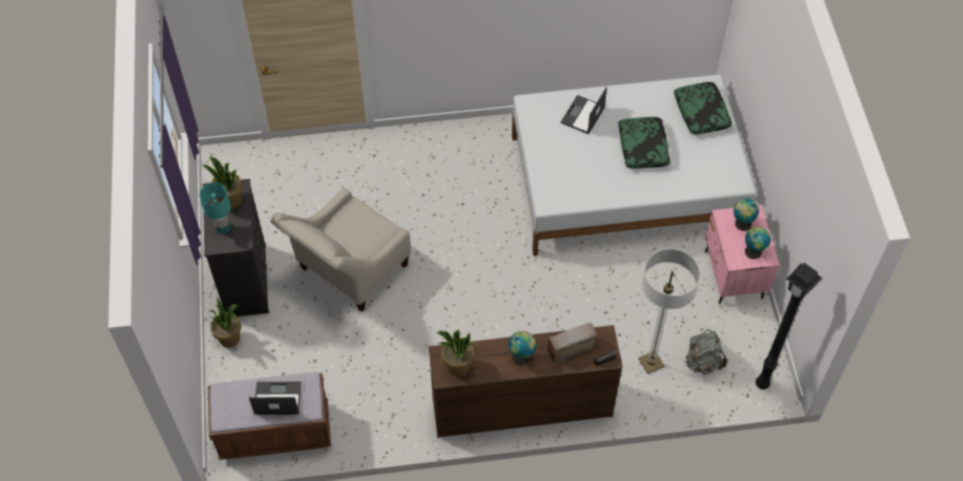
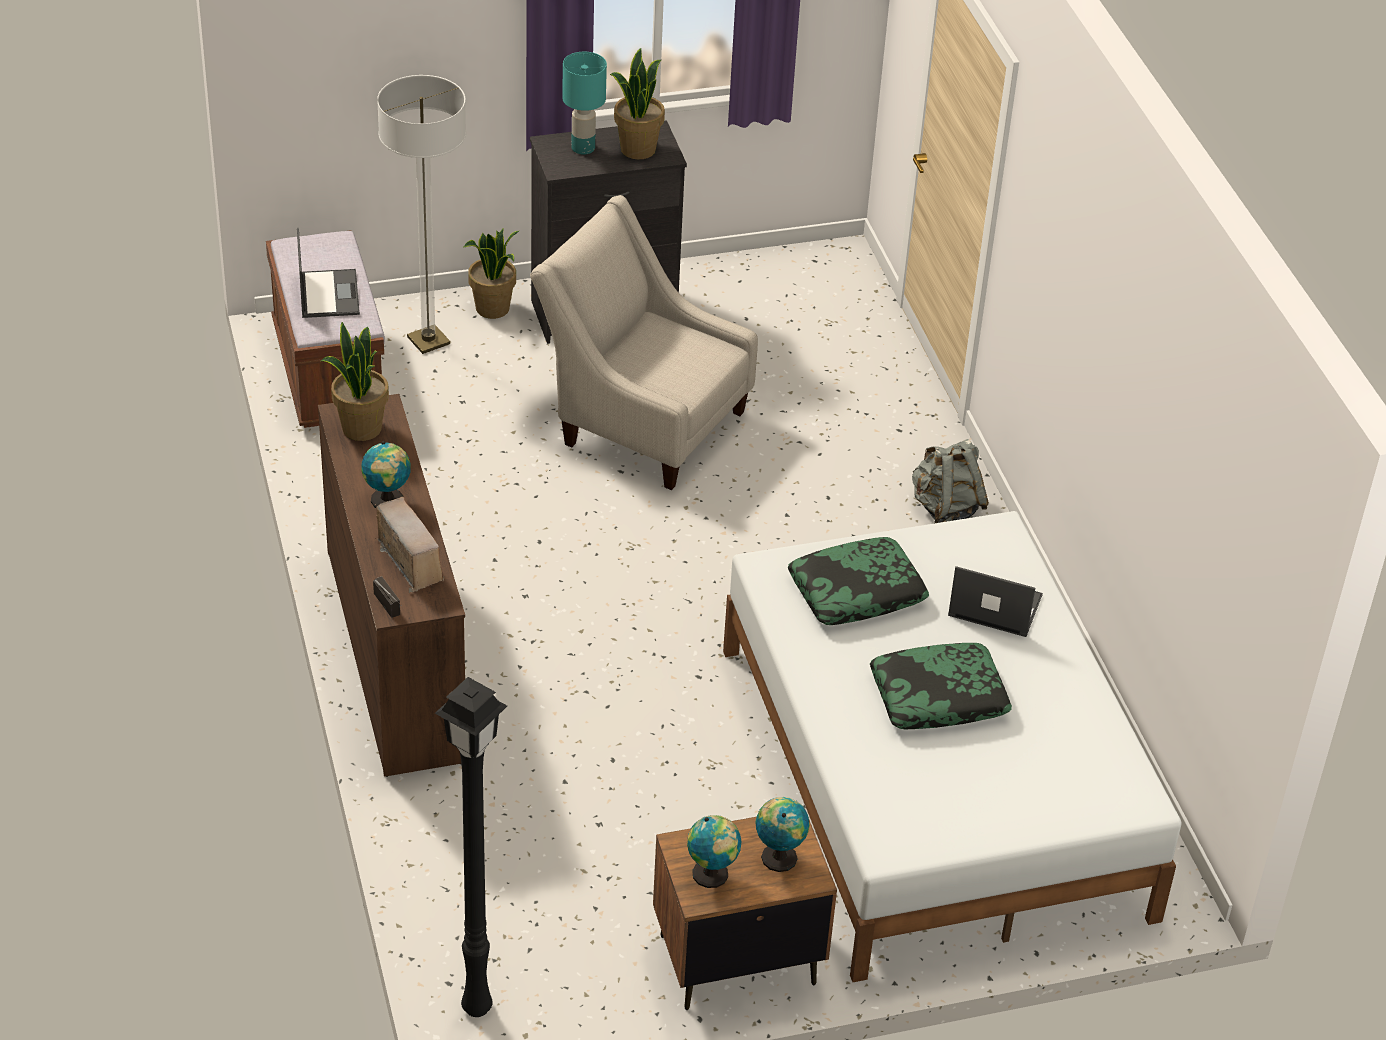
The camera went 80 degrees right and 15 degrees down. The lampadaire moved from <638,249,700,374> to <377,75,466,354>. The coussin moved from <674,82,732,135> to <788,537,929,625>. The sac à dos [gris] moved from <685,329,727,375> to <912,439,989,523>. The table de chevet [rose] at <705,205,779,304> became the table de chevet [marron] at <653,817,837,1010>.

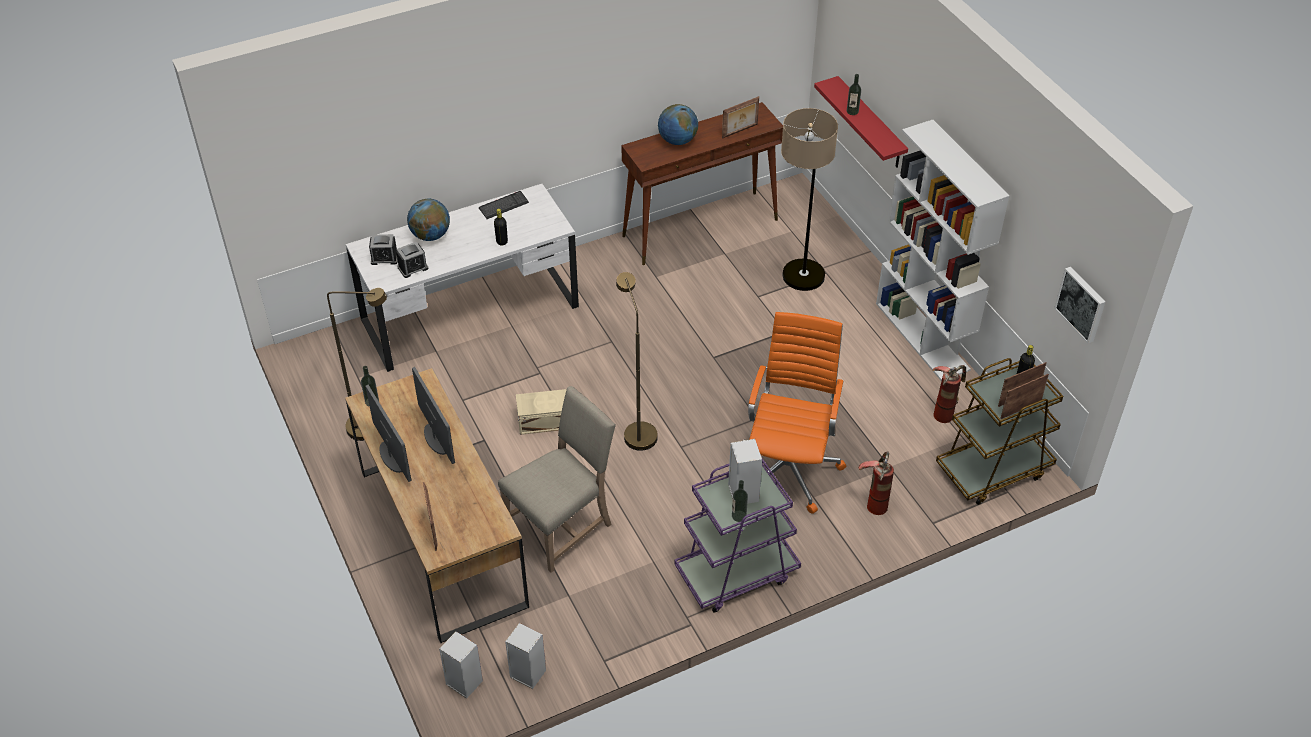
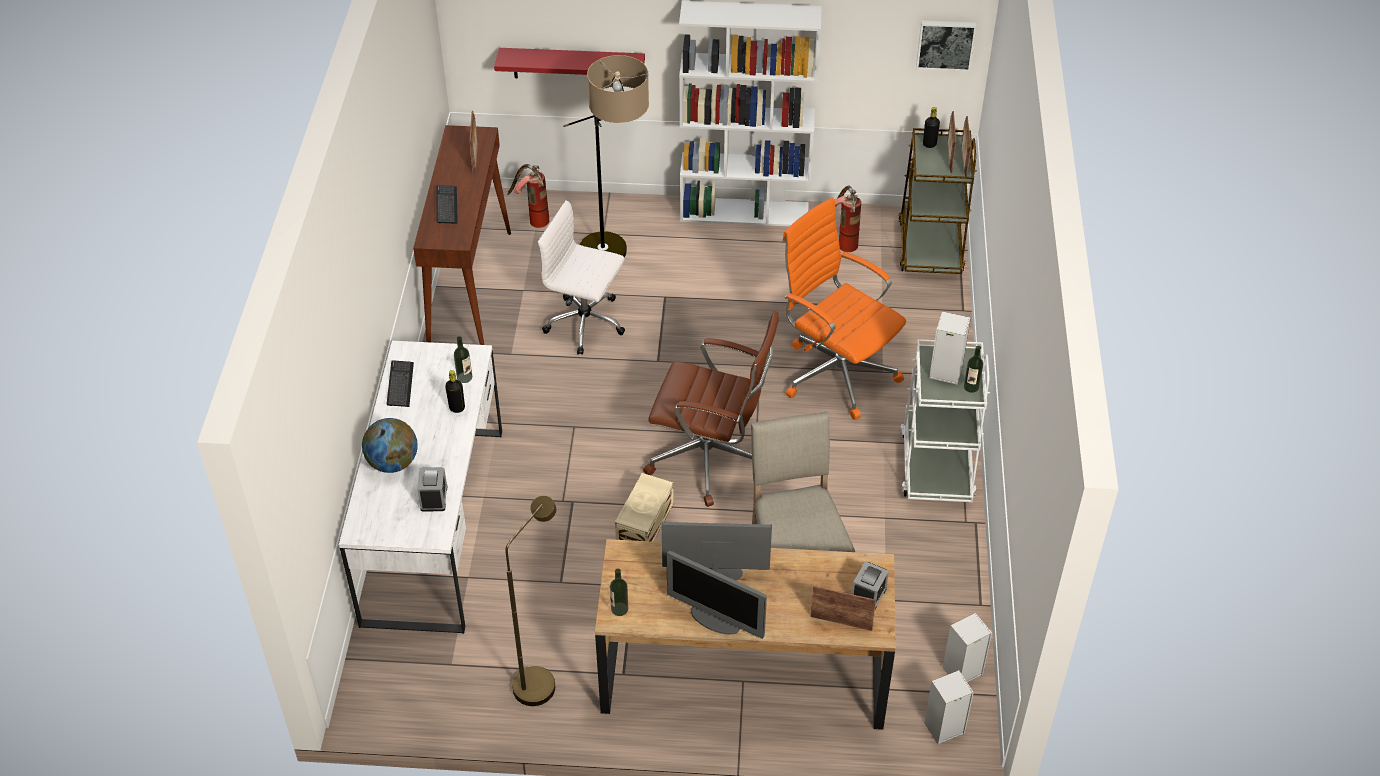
The camera went 60 degrees left and 0 degrees up. The chaise de bureau [blanc] at <538,200,625,355> appeared. The réveil moved from <369,234,398,265> to <852,561,889,609>. The bouteille moved from <847,74,861,115> to <454,336,472,383>. The extincteur moved from <858,451,894,515> to <507,164,549,228>. The lampadaire [marron] at <616,272,658,451> was replaced by the chaise de bureau [marron] at <643,311,779,507>. The globe at <658,104,698,145> was replaced by the clavier at <436,185,458,224>. The chariot [violet] at <674,458,801,613> became the chariot [blanc] at <901,339,990,502>. The écran d'ordinateur at <365,385,412,482> turned 150 degrees counterclockwise.

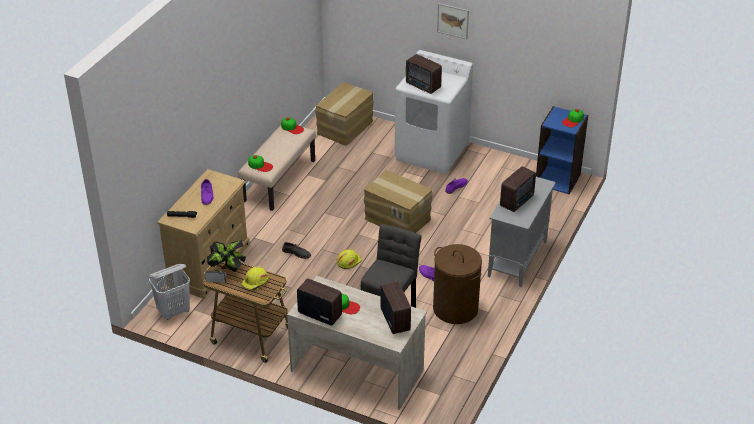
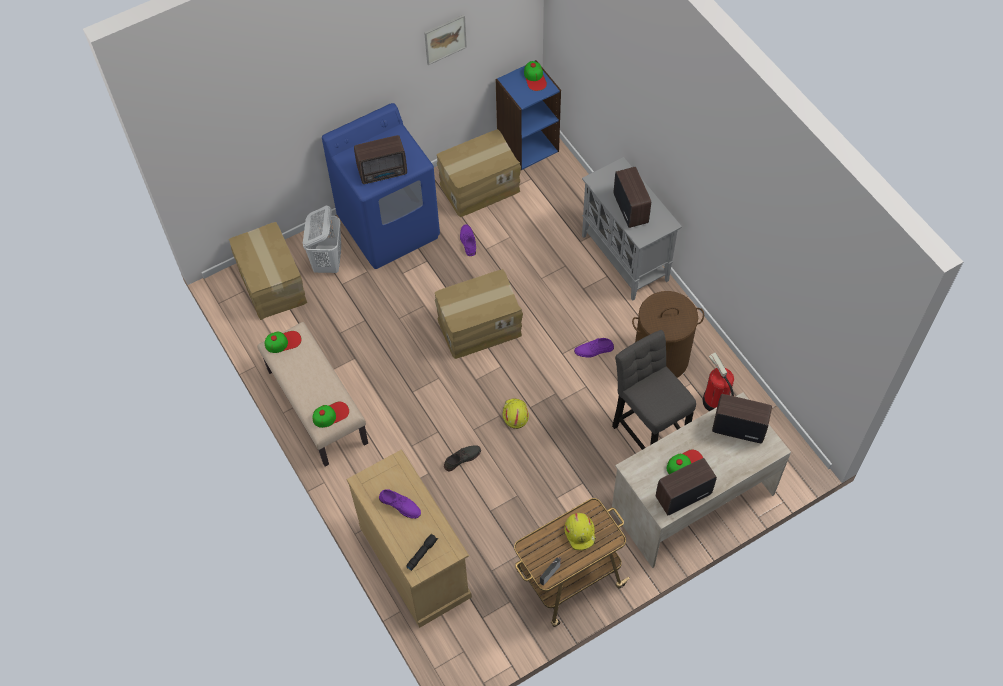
The camera went 55 degrees left and 20 degrees up. The plante en pot at <207,240,246,272> disappeared. The carton at <437,129,521,217> appeared. The extincteur at <702,352,734,411> appeared. The panier à linge [blanc] moved from <149,264,190,320> to <303,205,341,273>. The tableau moved from <437,3,469,39> to <424,15,467,65>. The lave-linge [blanc] at <395,50,473,174> became the lave-linge [bleu] at <322,103,440,269>.

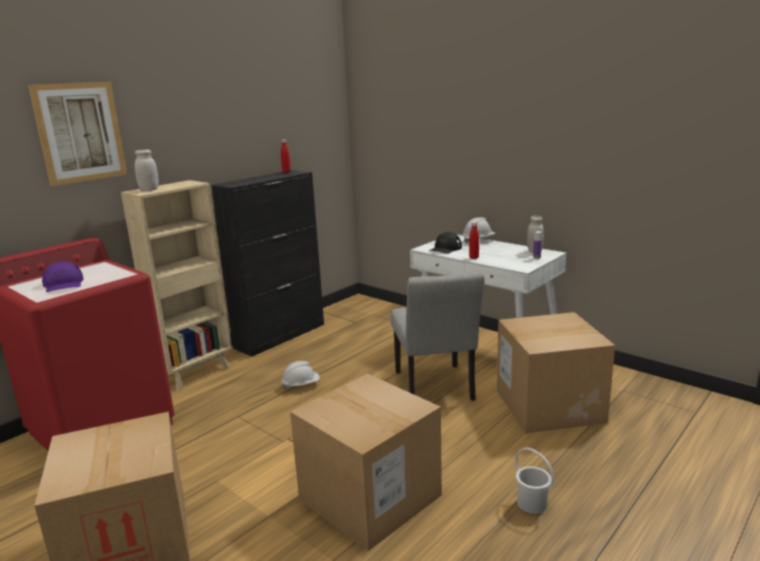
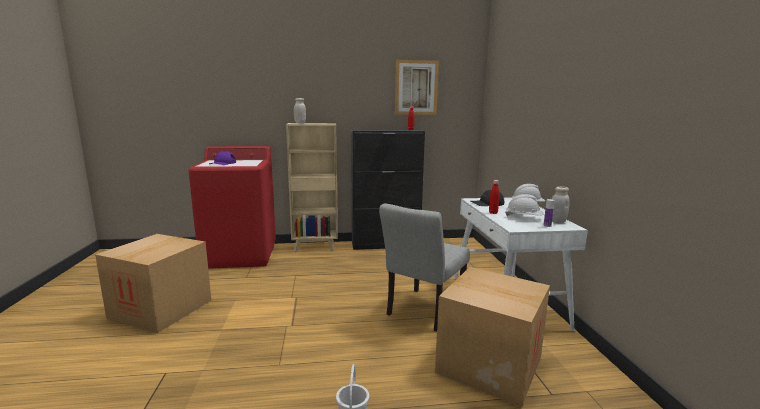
The camera went 40 degrees right and 5 degrees down. The carton at <290,373,442,551> disappeared. The tableau moved from <28,82,127,186> to <395,60,439,115>. The casque de chantier [blanc] moved from <282,361,320,389> to <505,194,544,217>.

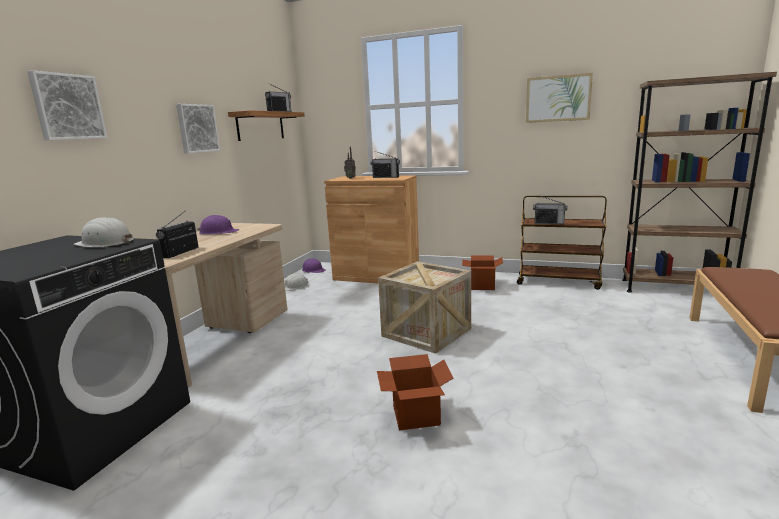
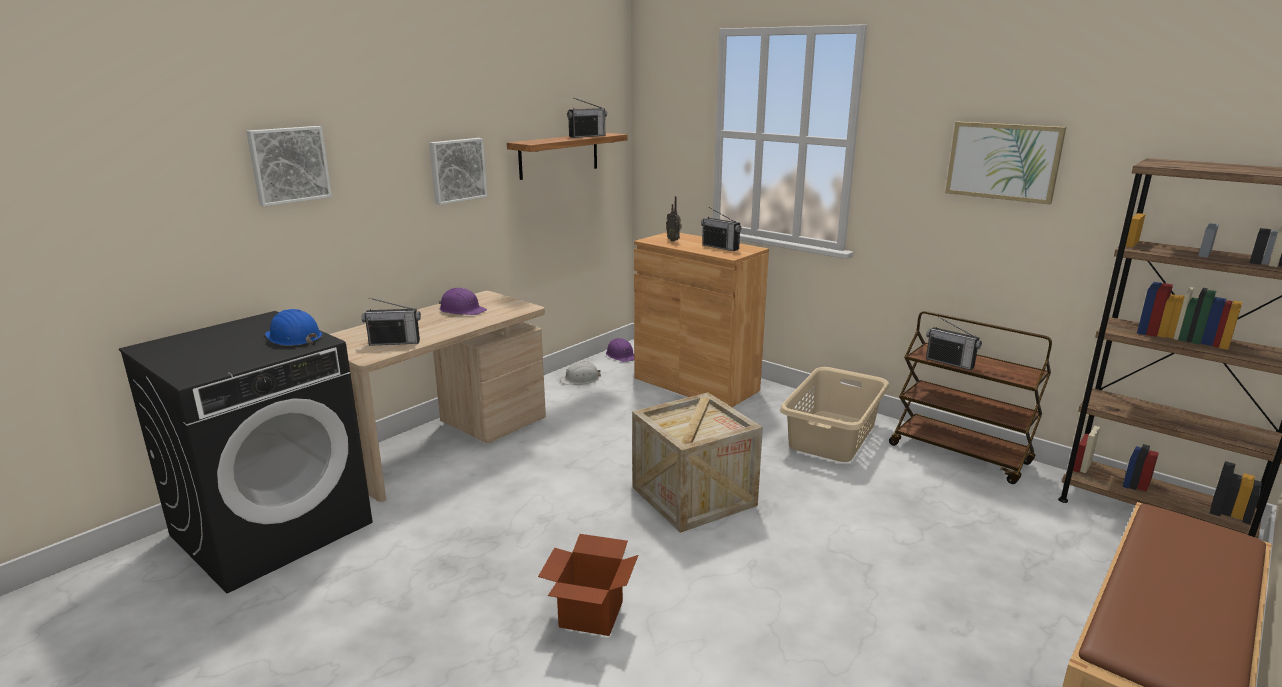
The camera went 20 degrees right and 5 degrees up. The carton at <462,255,503,290> was replaced by the panier à linge [beige] at <780,367,889,462>. The casque de chantier [blanc] at <74,217,134,247> became the casque de chantier [bleu] at <265,309,322,346>. The radio at <156,211,199,258> turned 135 degrees counterclockwise.

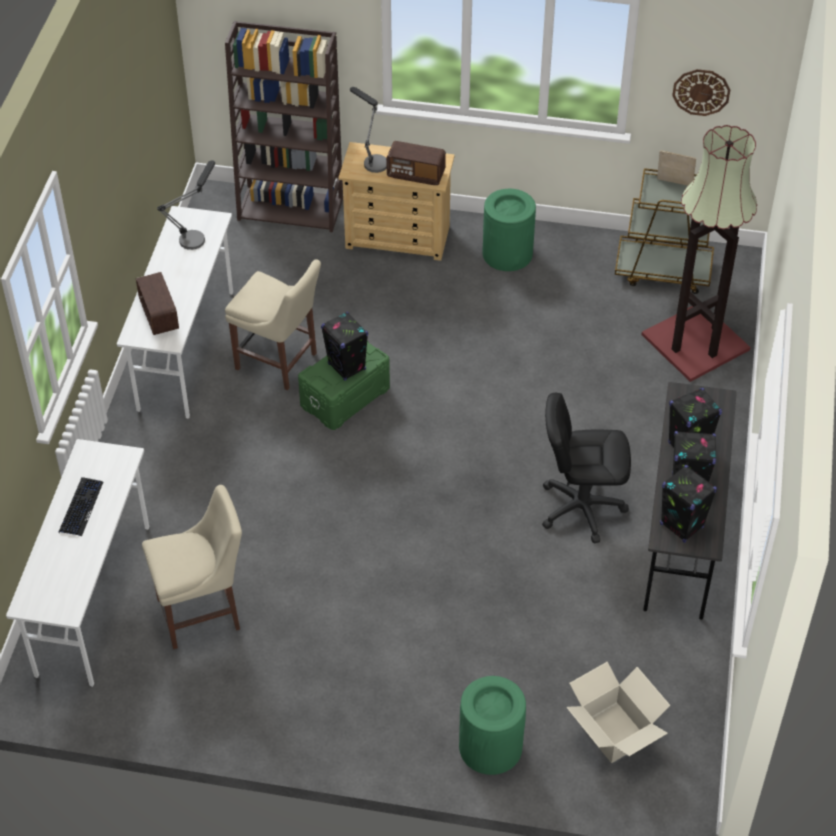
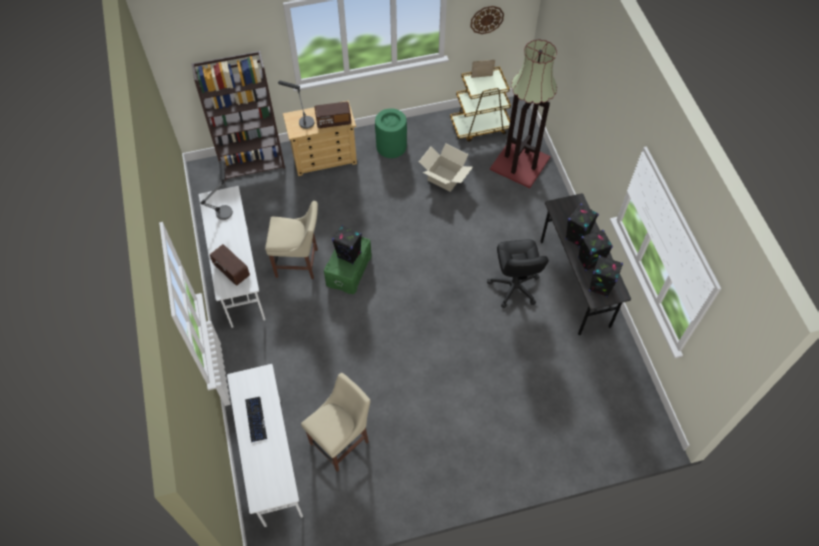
The camera went 25 degrees left and 10 degrees up. The poubelle [vert] at <459,676,526,775> disappeared. The carton moved from <566,662,670,763> to <419,143,473,192>. The chaise de bureau [noir] at <542,393,631,543> turned 75 degrees counterclockwise.

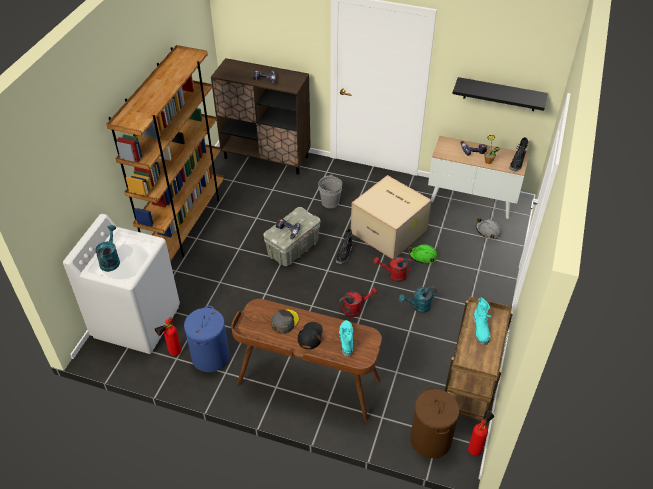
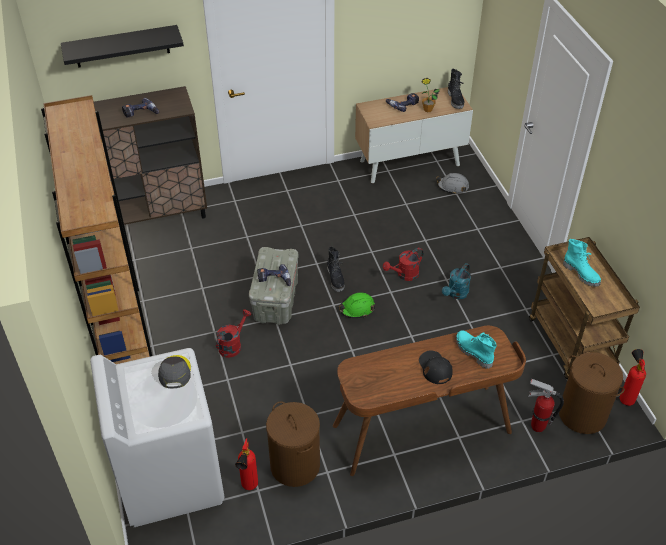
The camera went 35 degrees left and 0 degrees up. The arrosoir [turquoise] at <95,225,120,272> disappeared. The seau [gris] at <318,174,342,208> disappeared. The carton at <351,175,432,259> disappeared. The extincteur at <528,378,564,432> appeared. The casquette [gris] moved from <271,310,299,334> to <158,355,191,388>. The arrosoir [rouge] moved from <339,287,378,317> to <216,309,251,358>. The casque de chantier [vert] moved from <409,245,437,264> to <339,293,375,318>. The étagère [noir] moved from <453,77,548,111> to <61,25,184,68>. The panier à linge [bleu] at <184,305,229,372> became the panier à linge [marron] at <266,401,320,487>.

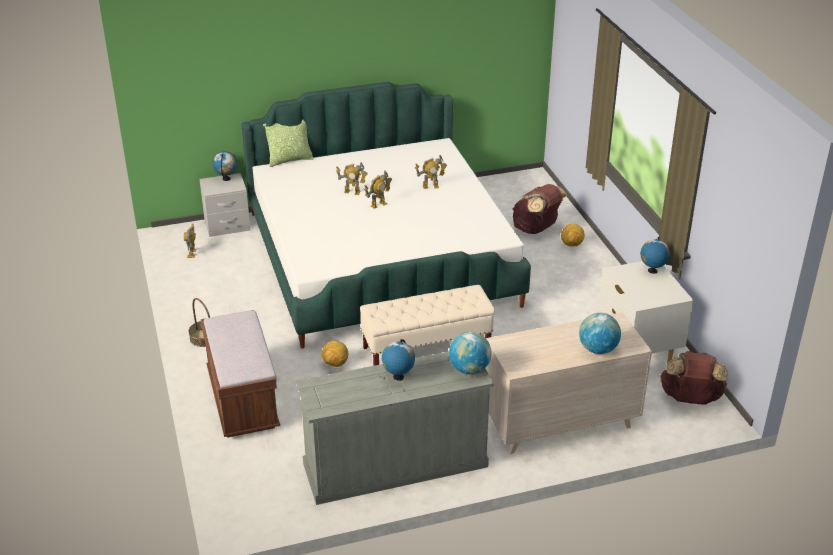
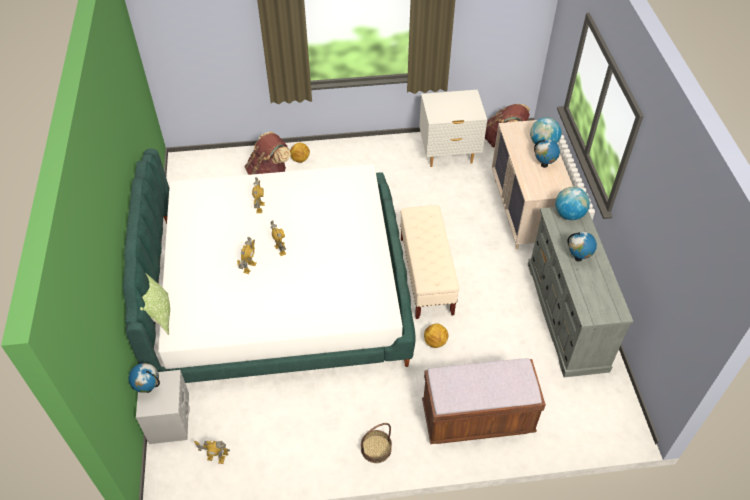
The camera went 80 degrees left and 15 degrees up. The globe moved from <641,237,670,274> to <534,139,560,168>.

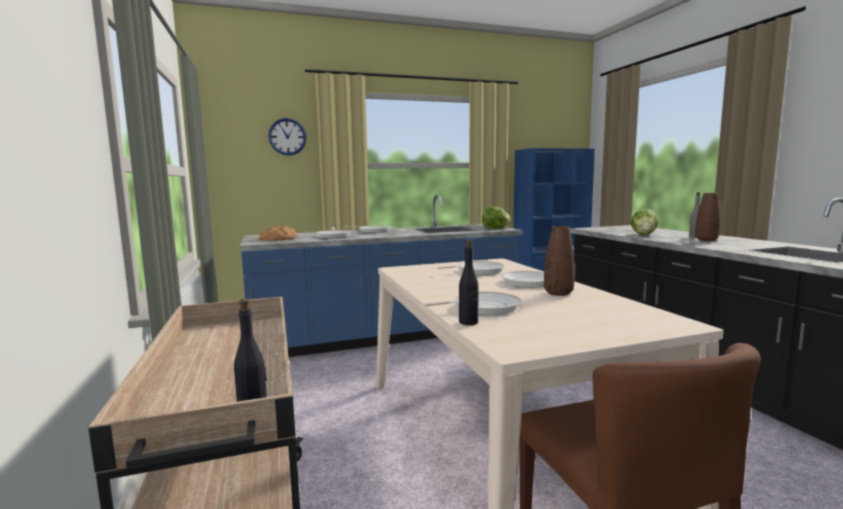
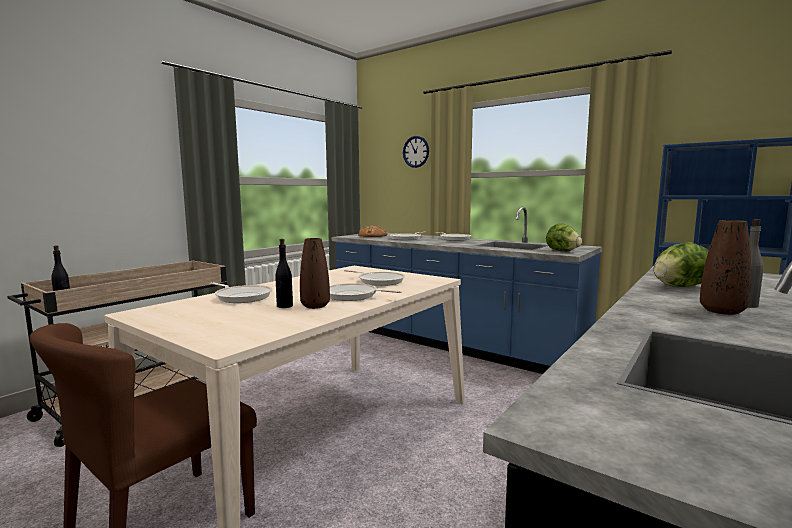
The camera went 55 degrees right and 0 degrees up. The bouteille [noir] moved from <459,240,478,325> to <275,239,293,308>.

